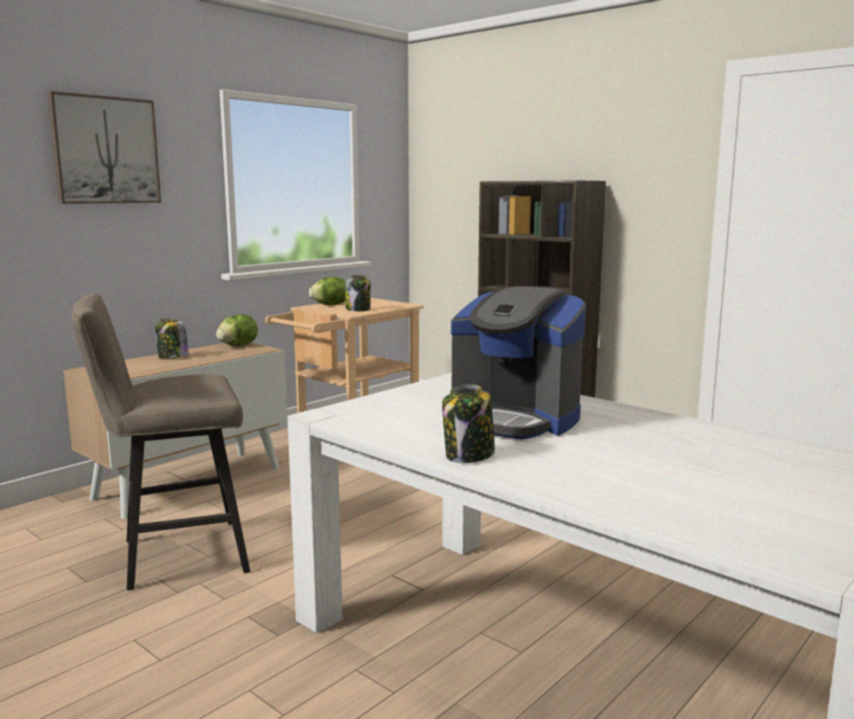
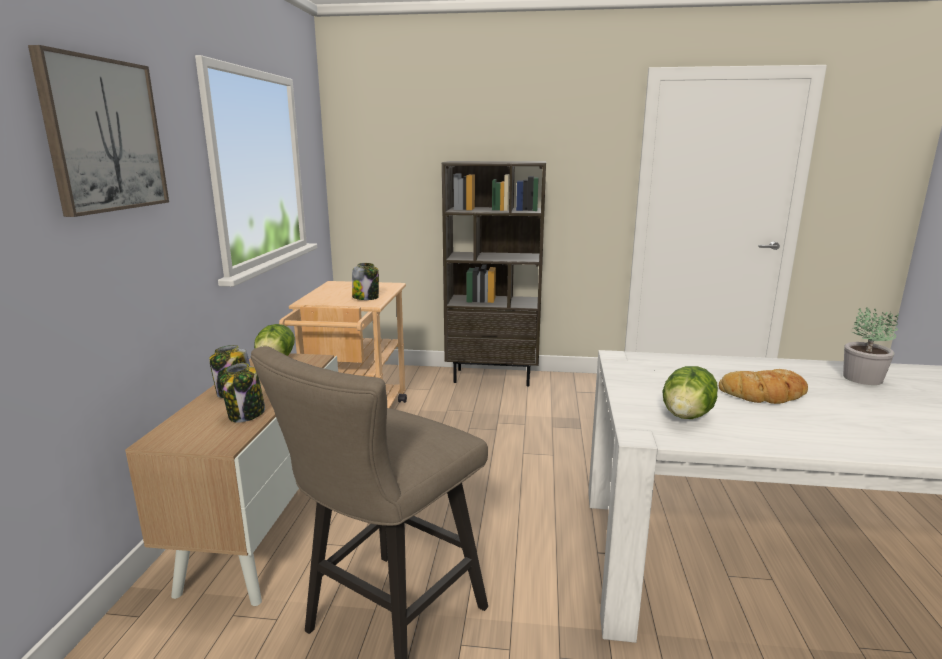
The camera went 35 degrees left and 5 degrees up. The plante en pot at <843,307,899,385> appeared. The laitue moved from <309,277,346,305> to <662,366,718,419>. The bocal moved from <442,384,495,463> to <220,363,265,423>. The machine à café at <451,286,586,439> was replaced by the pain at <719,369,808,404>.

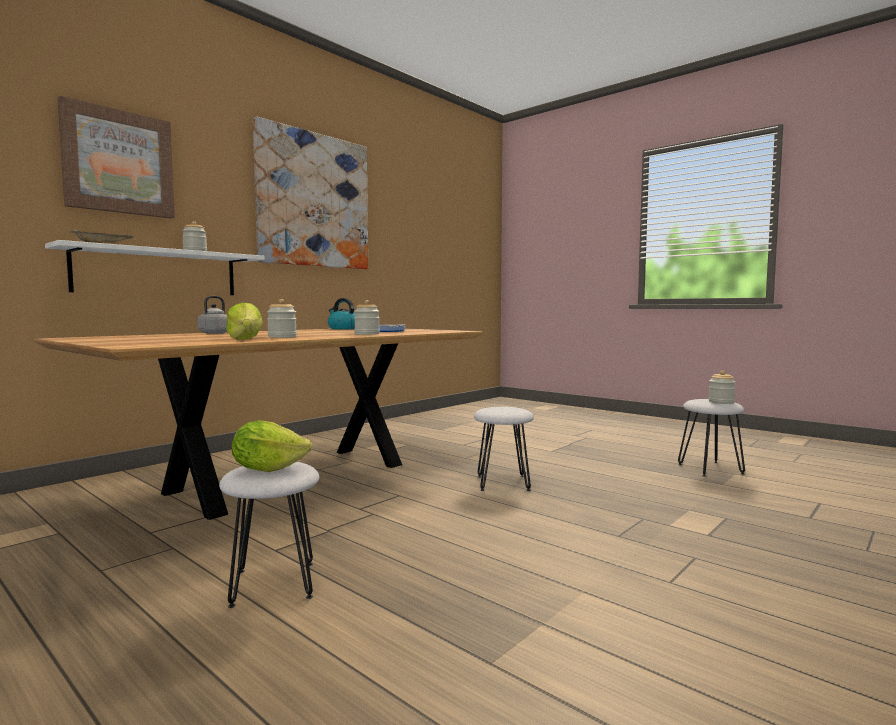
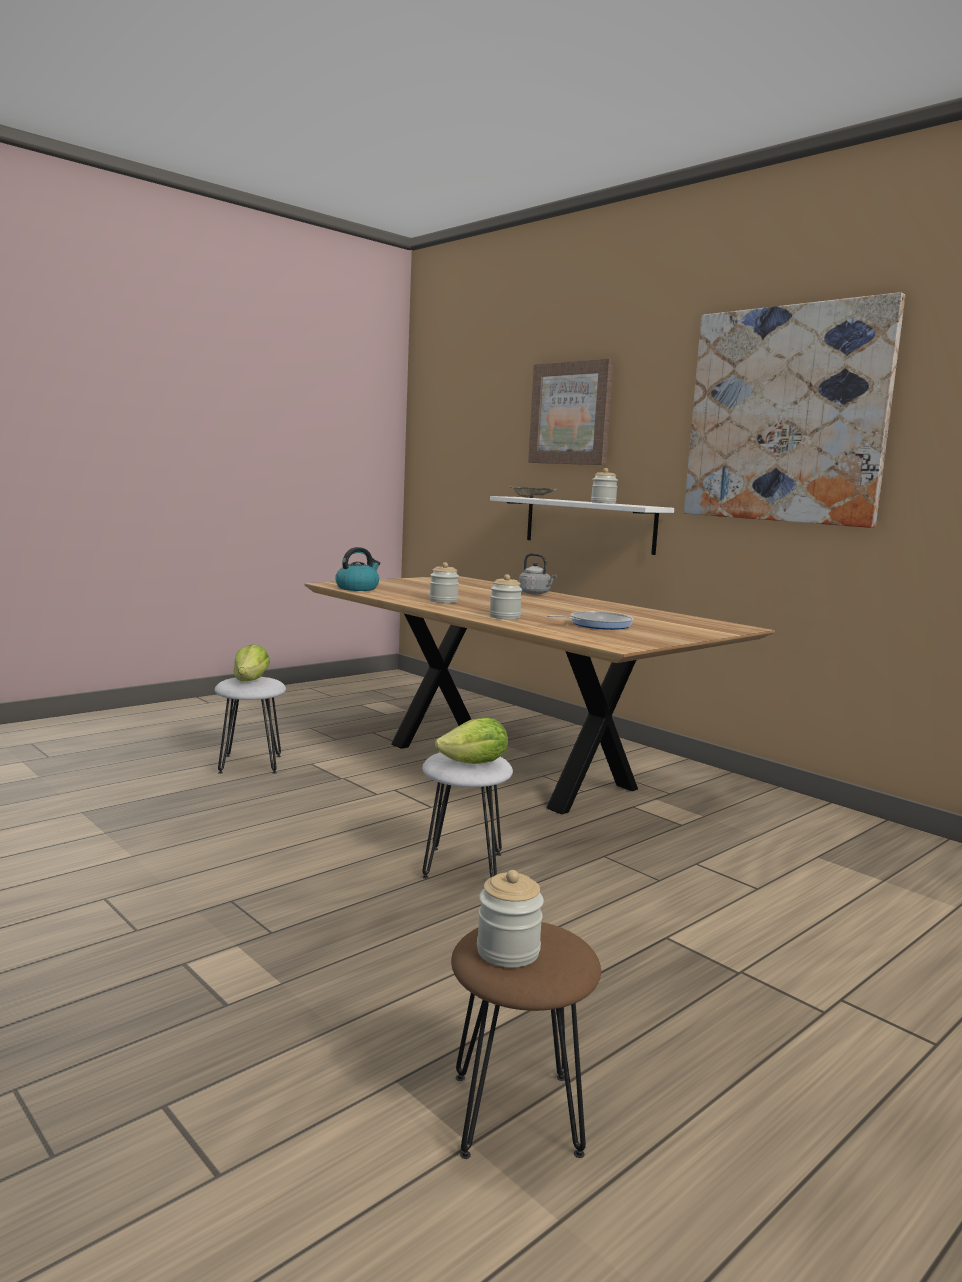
The camera went 95 degrees right and 5 degrees up. The laitue moved from <226,302,263,340> to <435,717,508,764>. The bouilloire moved from <328,298,355,329> to <335,547,380,591>. The tabouret [blanc] at <678,399,745,477> became the tabouret [marron] at <451,922,601,1159>.

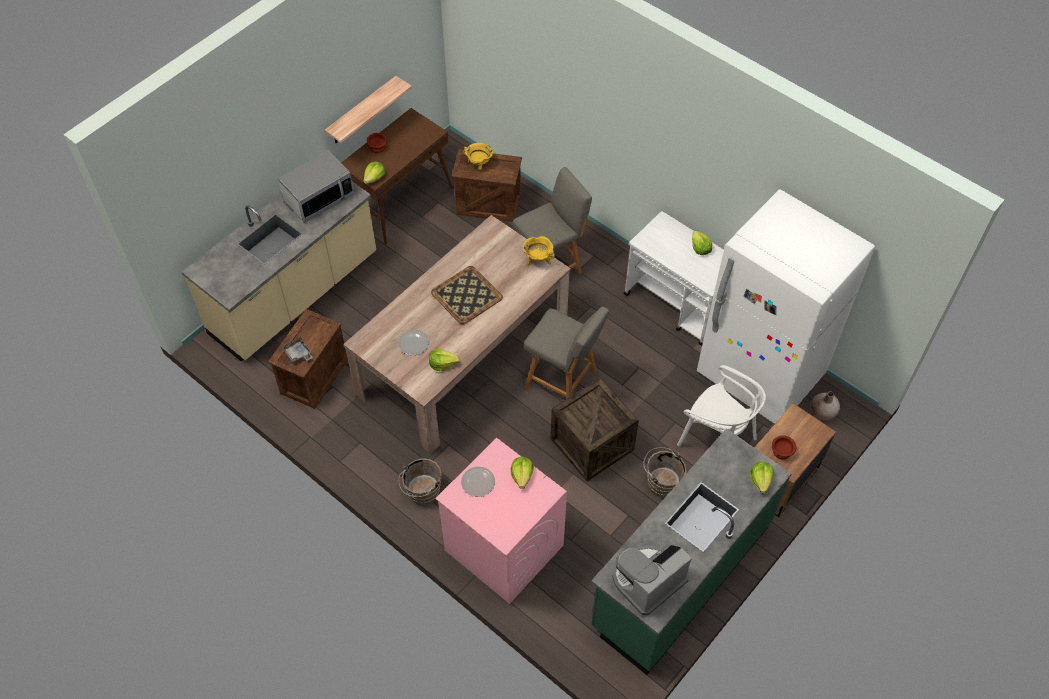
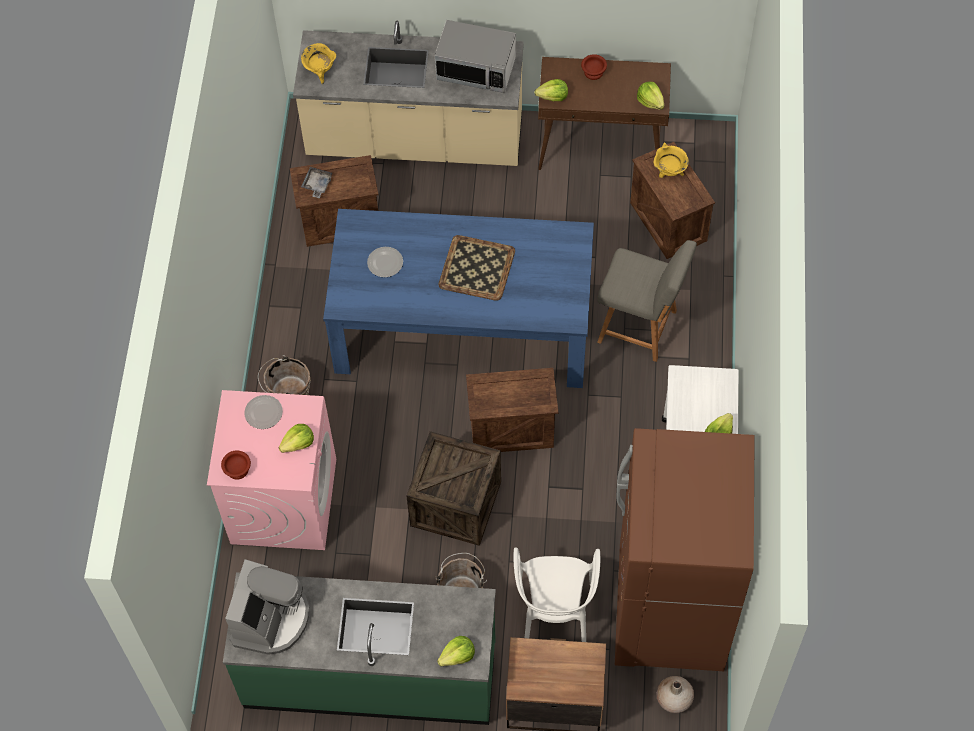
The camera went 55 degrees right and 5 degrees up. The étagère at <325,76,412,143> disappeared. The laitue moved from <429,349,460,371> to <637,81,664,110>. The marmite [jaune] moved from <523,236,555,265> to <301,43,336,84>. The bol [marron] moved from <772,435,796,459> to <221,451,251,480>. The chaise [gris] at <524,307,609,398> was replaced by the caisse at <466,368,558,452>. The table à manger [beige] at <343,215,571,454> became the table à manger [bleu] at <323,209,594,388>. The réfrigérateur [blanc] at <697,189,875,424> became the réfrigérateur [marron] at <615,428,755,671>. The machine à café at <612,544,692,615> turned 90 degrees clockwise.

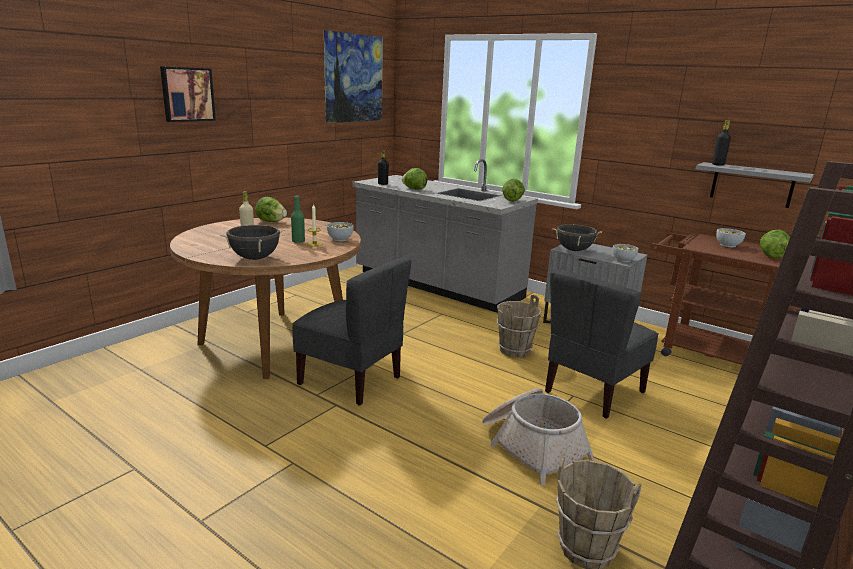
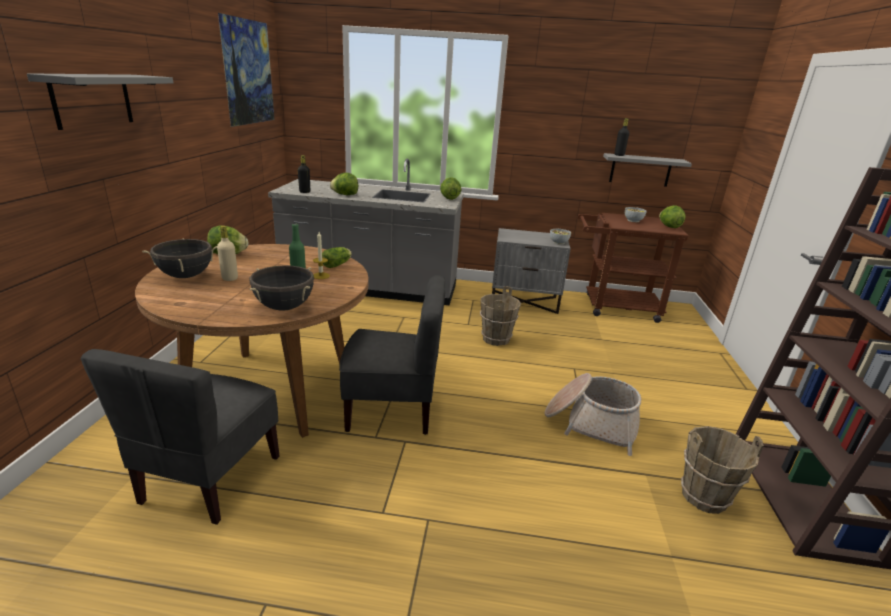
The camera went 30 degrees left and 5 degrees up. The chaise [gris] moved from <545,269,659,418> to <81,349,280,525>. The marmite [noir] moved from <552,224,602,251> to <142,238,217,278>. The tableau at <160,66,216,122> was replaced by the étagère [gris] at <27,73,173,130>. The bol at <327,222,354,241> was replaced by the laitue at <322,247,352,268>.

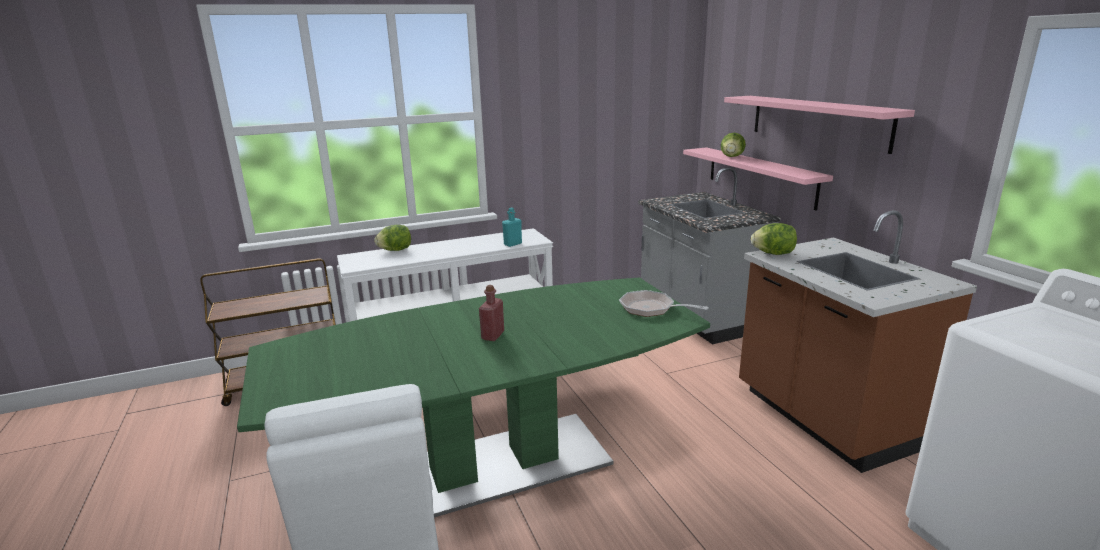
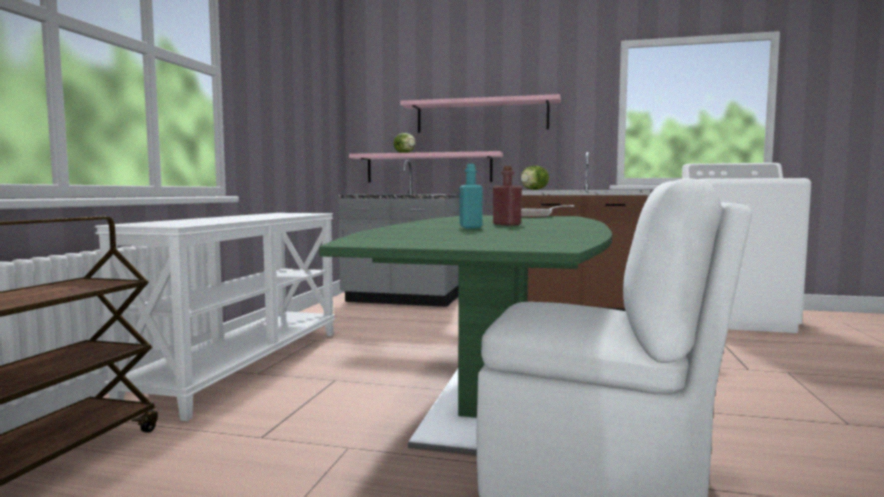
The camera went 55 degrees left and 15 degrees down. The laitue at <374,225,411,251> disappeared. The bouteille [turquoise] moved from <502,208,522,247> to <460,164,483,228>.

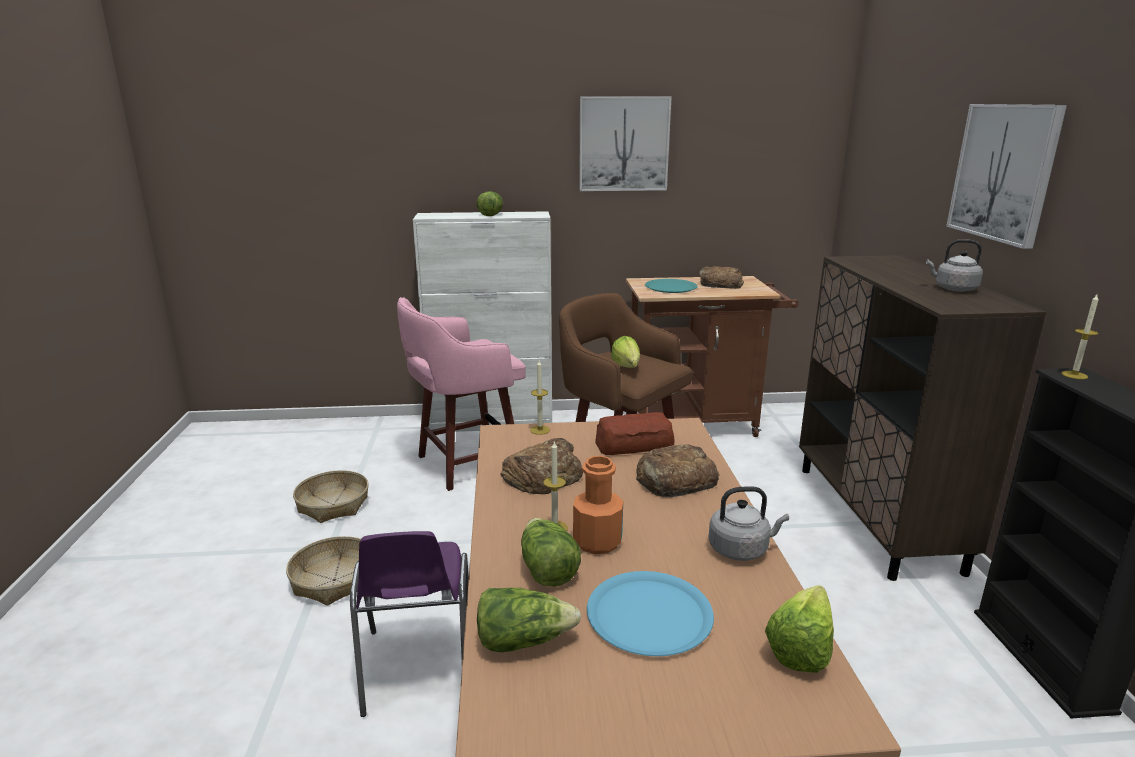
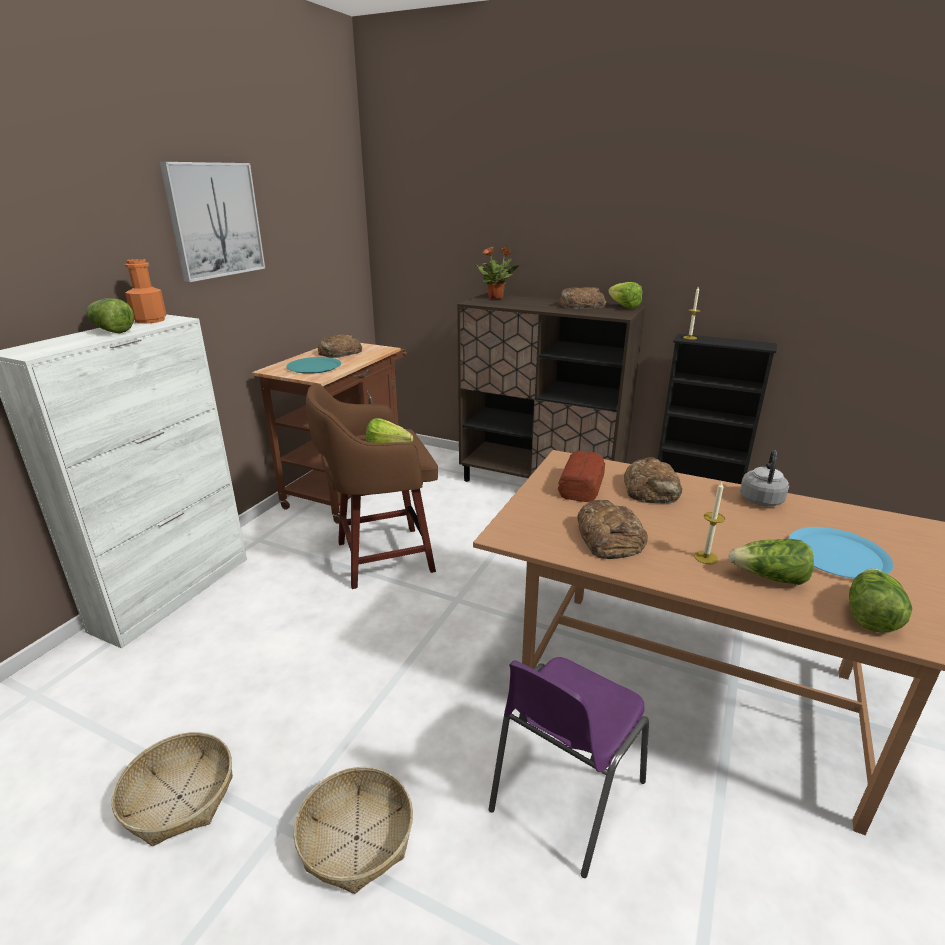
The camera went 60 degrees left and 5 degrees up. The tabouret [rose] at <397,297,526,491> disappeared. The bougie at <530,360,550,435> disappeared. The tableau at <946,104,1067,249> disappeared. The plante en pot at <474,247,520,299> appeared. The bouteille [orange] moved from <573,456,623,554> to <125,259,167,324>. The laitue moved from <765,585,834,673> to <608,282,642,309>. The bouilloire [gris] at <926,239,983,292> was replaced by the pain at <560,287,606,309>. The chaise [violet] at <350,531,469,717> turned 105 degrees clockwise.

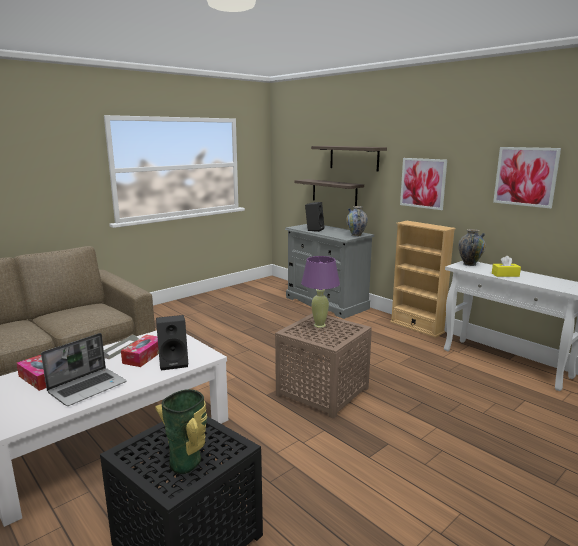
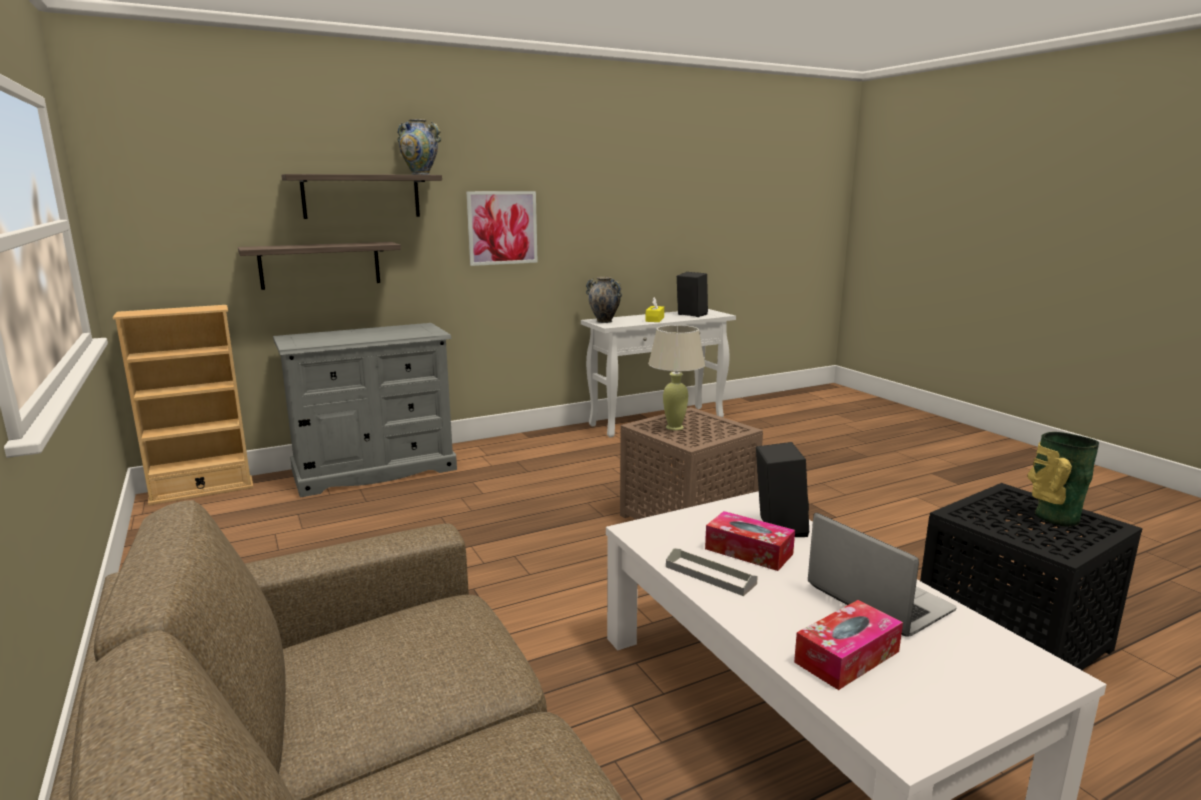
The camera went 75 degrees left and 0 degrees up. The tableau at <493,147,561,209> disappeared. The enceinte [noir] moved from <305,202,324,232> to <677,272,708,317>. The vase moved from <346,206,368,237> to <397,119,441,175>. The bibliothèque [beige] moved from <390,221,456,338> to <113,305,254,505>. The lampe de table [violet] at <301,256,340,328> became the lampe de table [beige] at <648,325,705,431>.

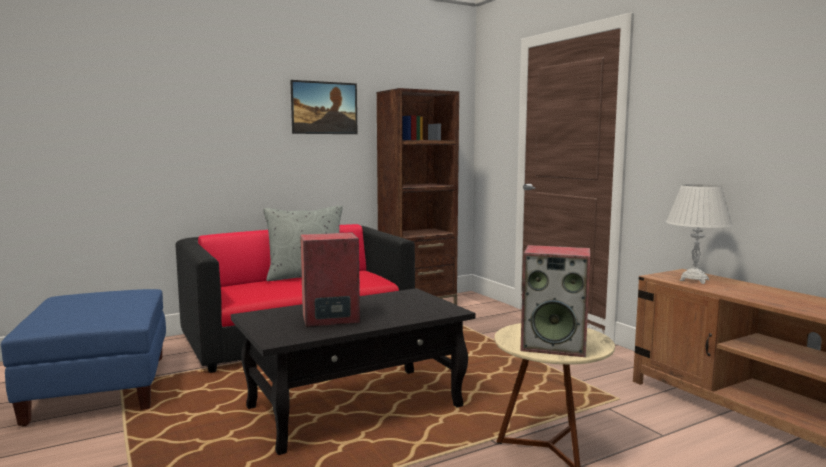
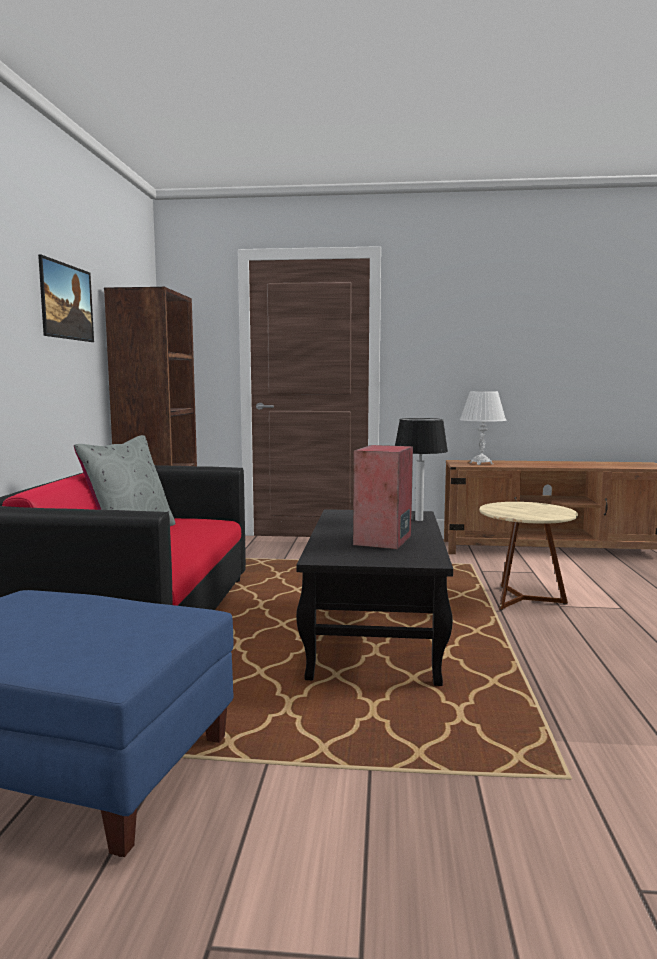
The camera went 55 degrees left and 0 degrees up. The enceinte at <520,245,590,357> disappeared. The lampe de table at <395,418,448,521> appeared.

